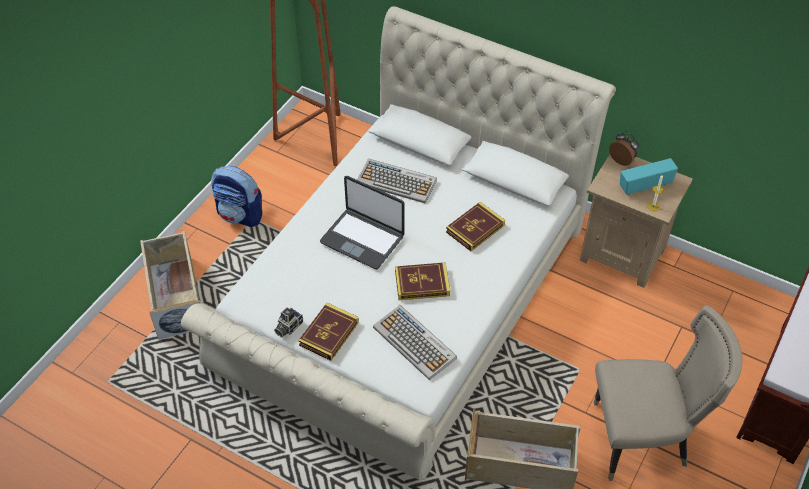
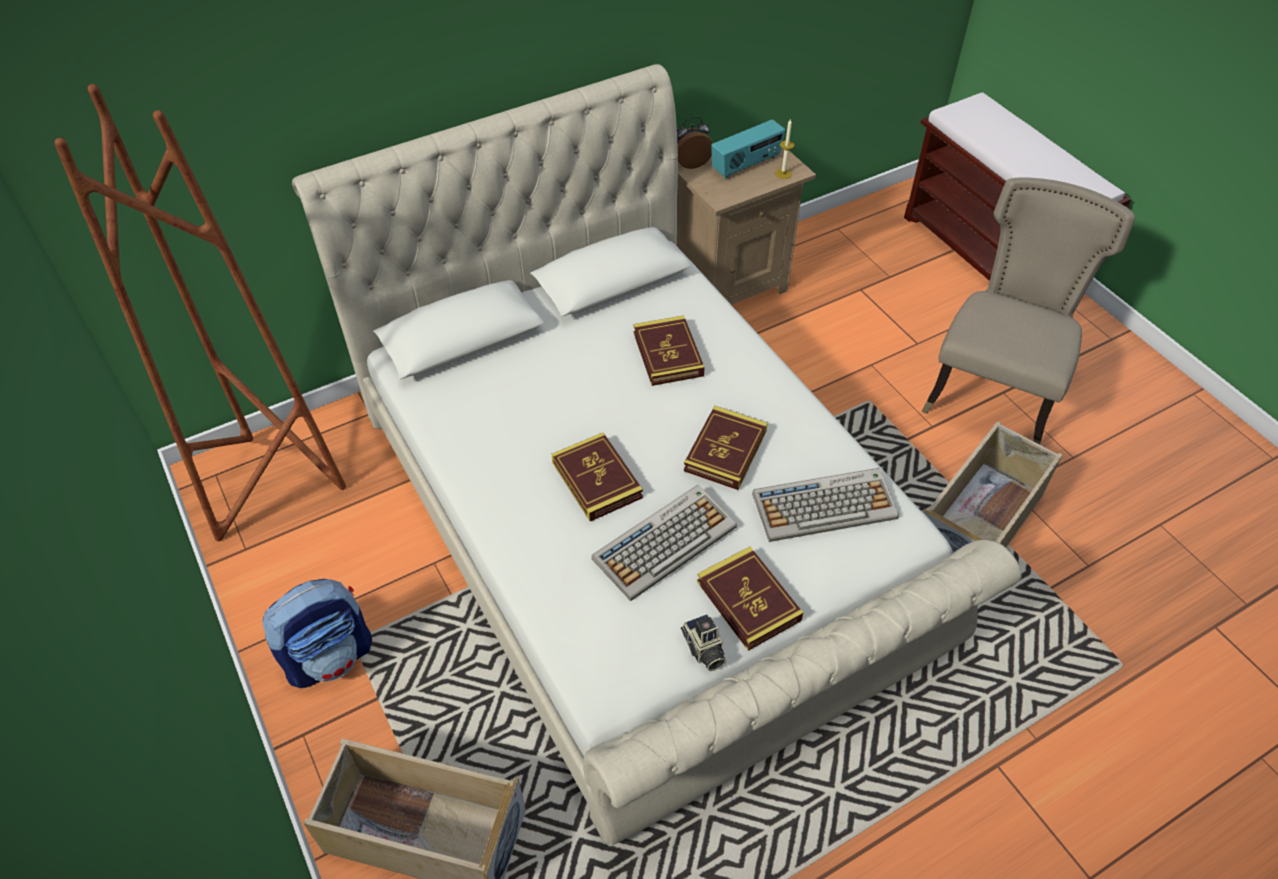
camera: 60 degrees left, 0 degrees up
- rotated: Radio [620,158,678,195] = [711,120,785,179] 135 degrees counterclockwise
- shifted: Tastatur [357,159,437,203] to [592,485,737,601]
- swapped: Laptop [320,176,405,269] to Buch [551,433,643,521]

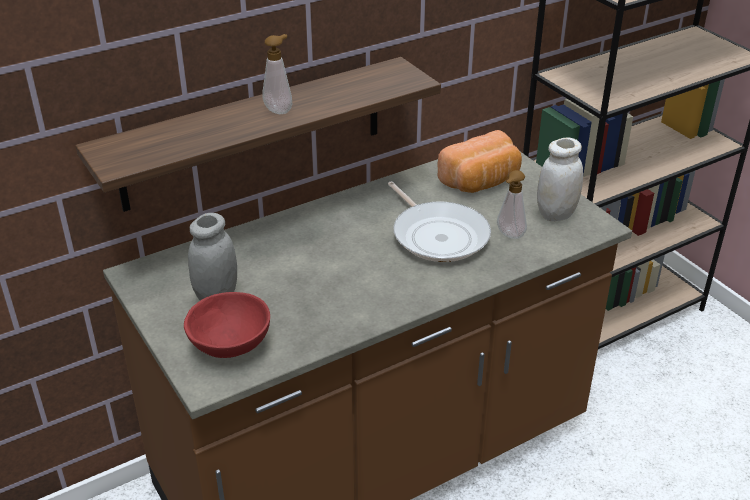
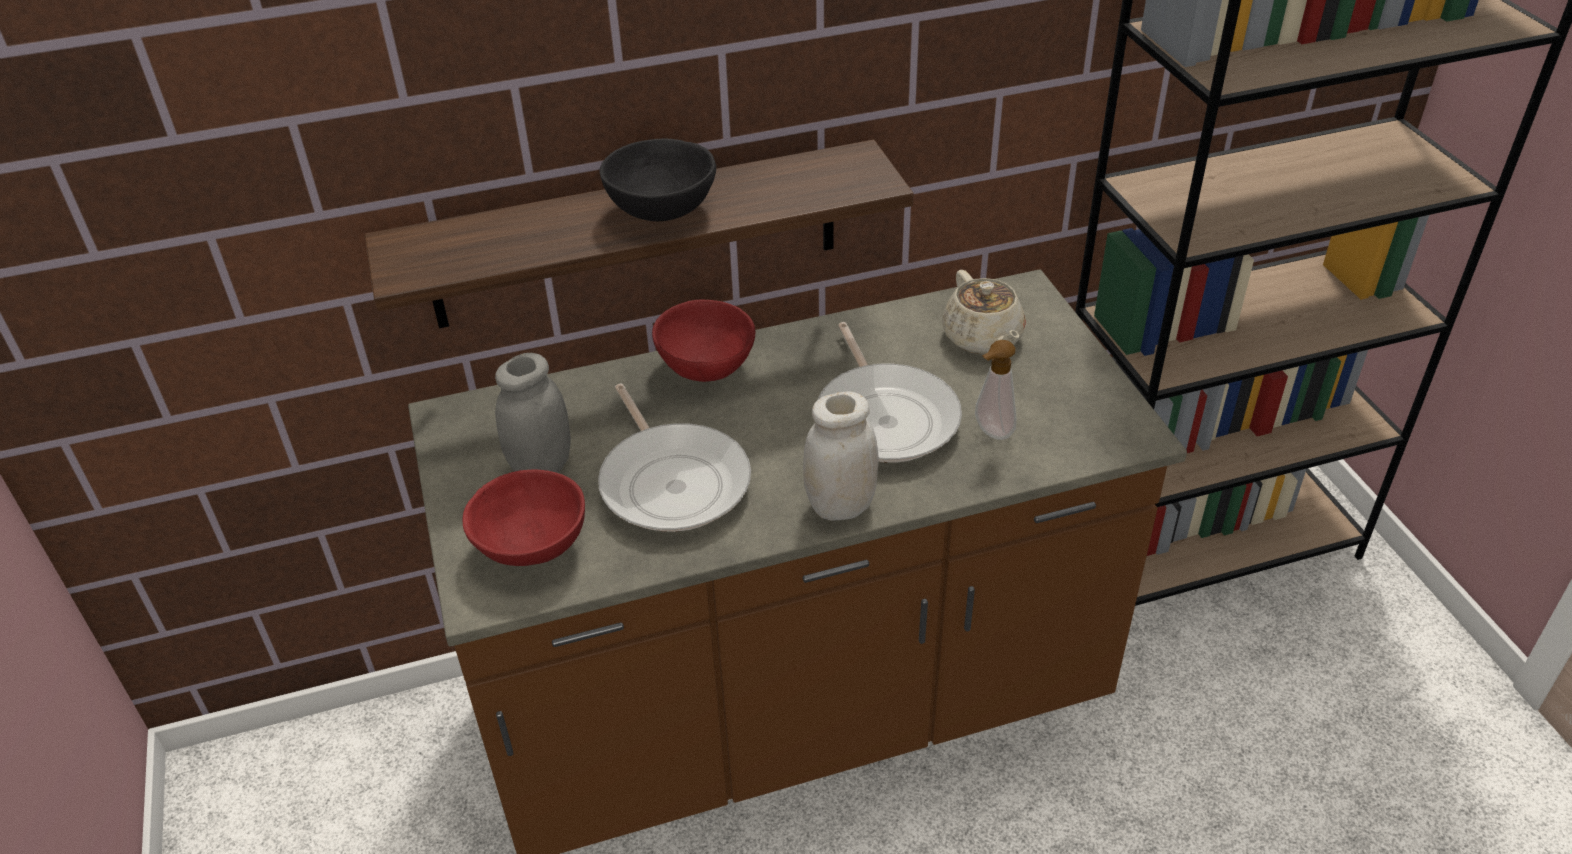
camera: 15 degrees right, 5 degrees up
- swapped: Seifenspender [262,34,292,114] to Schüssel [schwarz] [599,139,716,221]
- swapped: Brot [438,130,522,193] to Teekanne [beige] [942,270,1026,355]
- shifted: Vorratsglas [weiß] [537,137,583,221] to [803,392,878,521]
- new: Schüssel [rot] [652,300,755,382]
- new: Pfanne [598,384,751,532]

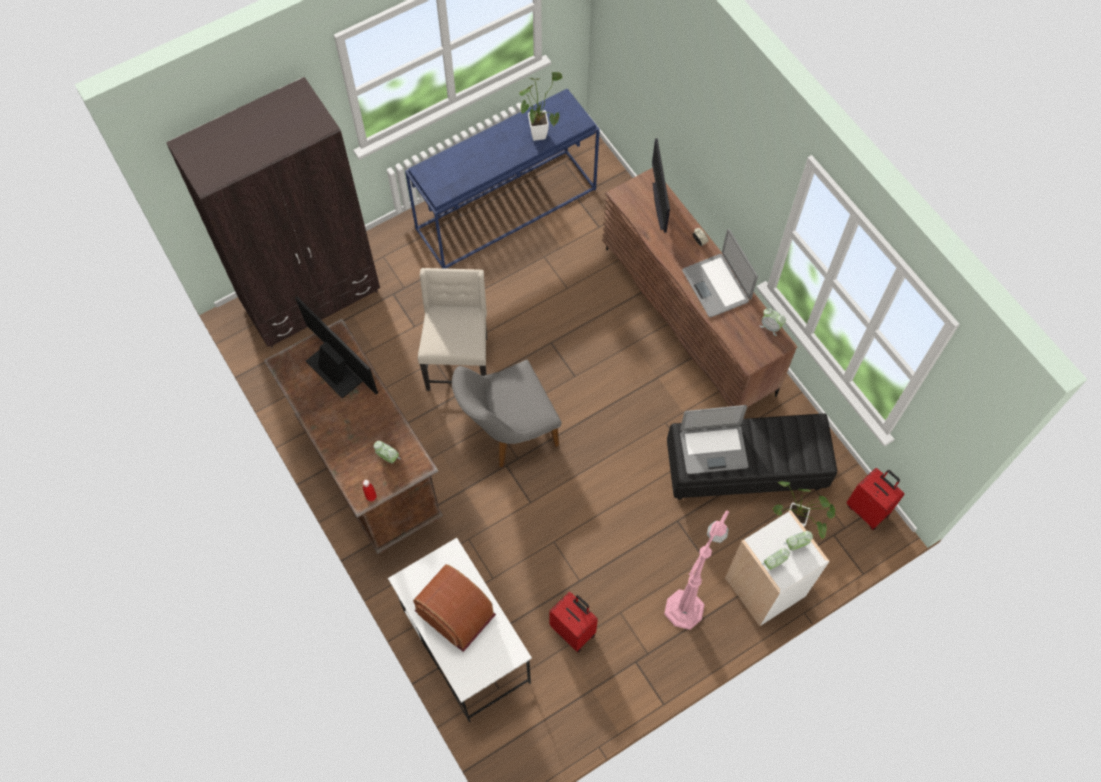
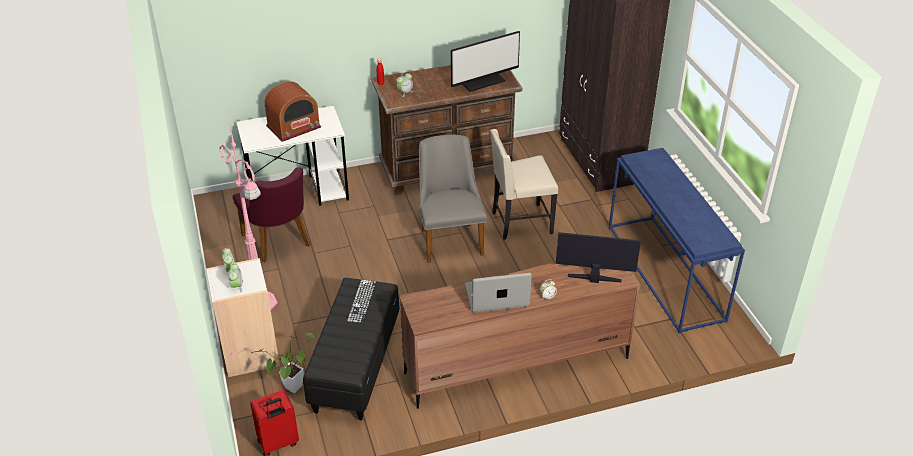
camera: 105 degrees right, 25 degrees down
- gone: Topfpflanze [519,72,562,141]
- rotated: Stuhl [beige] [418,268,487,391] = [490,129,558,240] 150 degrees clockwise
- gone: Wecker [760,308,786,336]
- swapped: Laptop [680,405,748,474] to Tastatur [347,280,377,323]
- swapped: Koffer [rot] [550,592,598,652] to Stuhl [lila] [233,167,310,262]

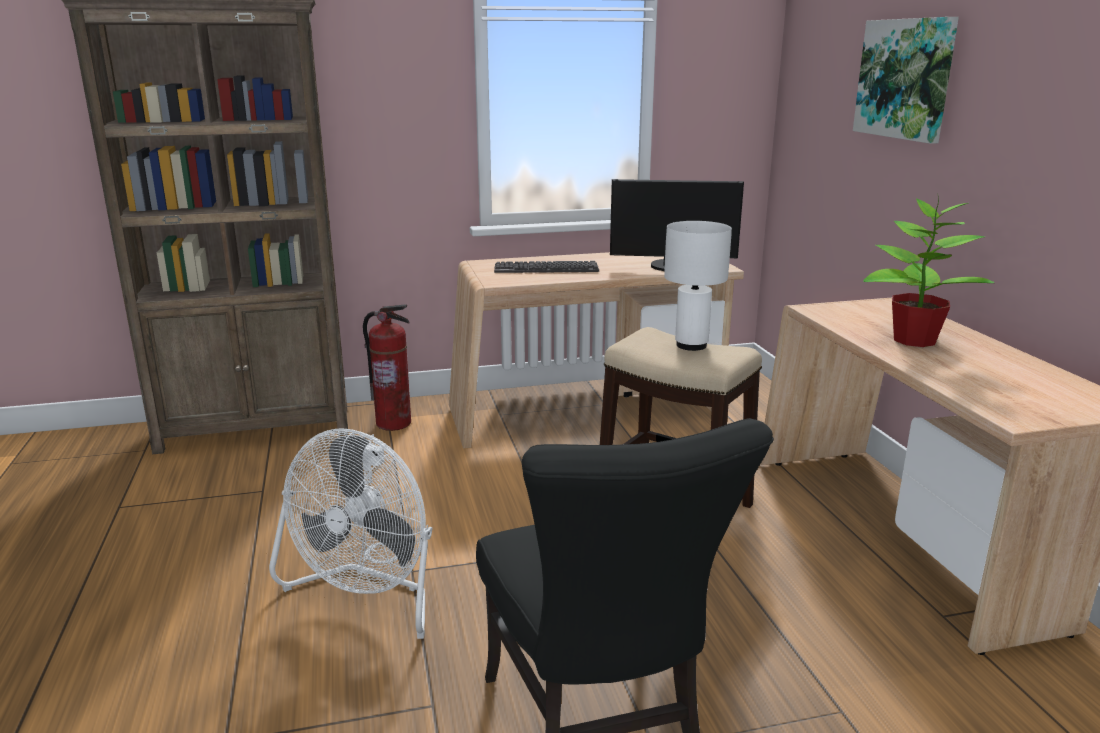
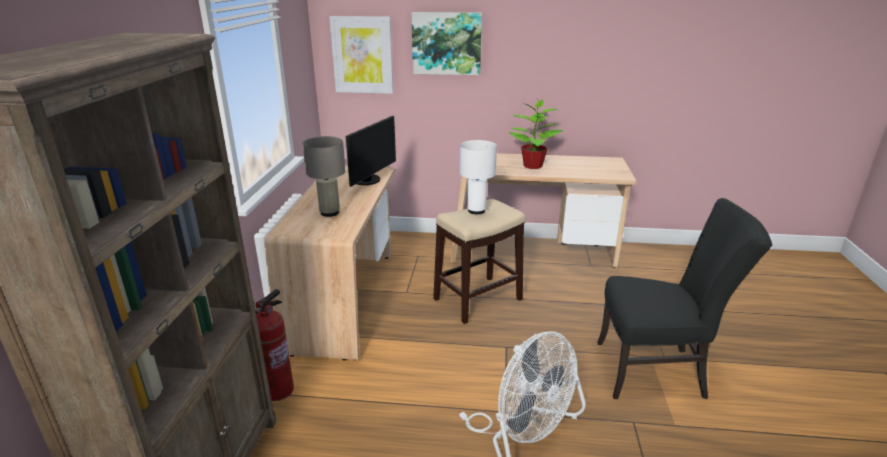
camera: 70 degrees left, 5 degrees up
- swapped: Tastatur [494,261,599,273] to Tischlampe [grau] [303,136,345,217]
- new: Bild [329,16,393,94]

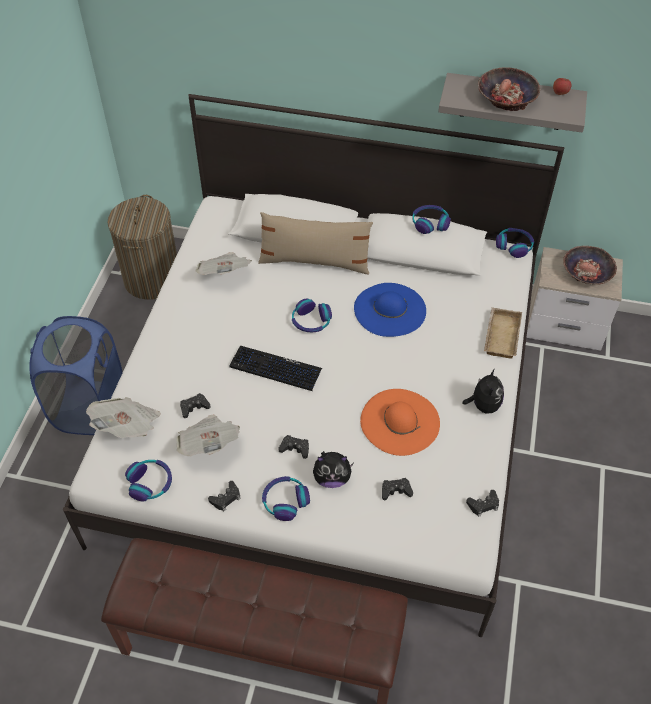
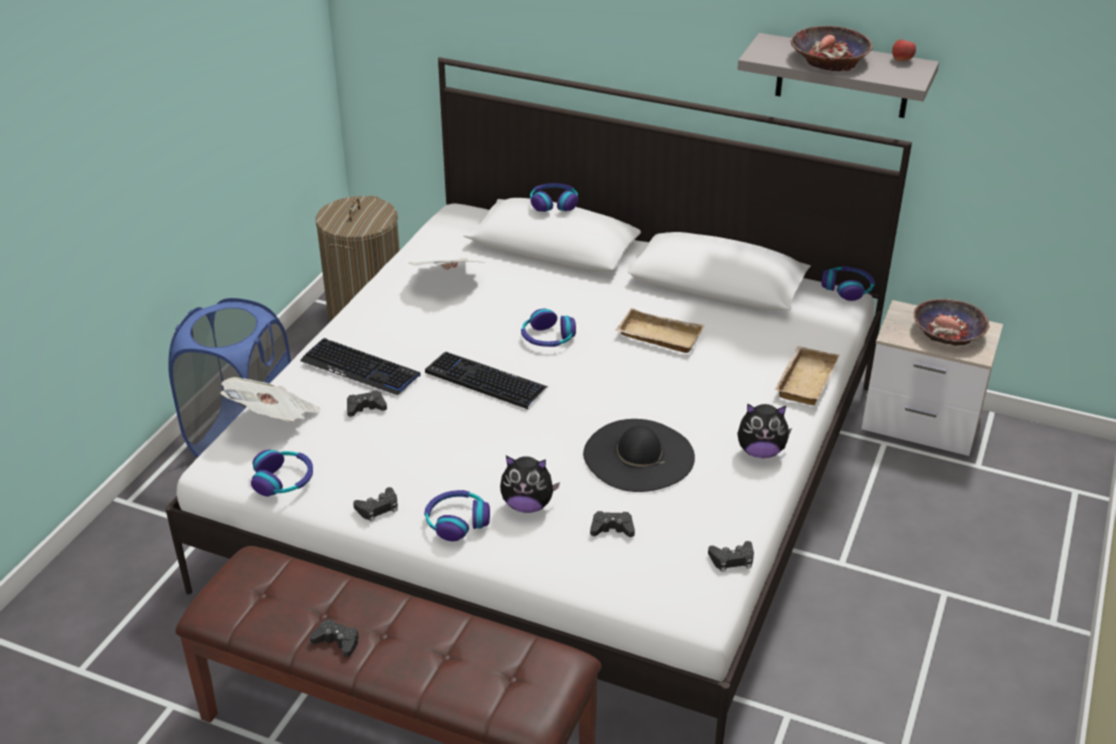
camera: 10 degrees right, 15 degrees down
- shifted: Kopfhörer [412,205,451,234] to [530,183,578,212]
- gone: Kissen [beige] [258,212,373,274]
- swapped: Hut [blau] [354,283,426,337] to Tablett [beige] [615,308,705,353]
- rotated: Plüschtier [463,370,504,414] = [737,404,792,458] 75 degrees clockwise
- repainted: Hut [orange] [360,389,440,456] to Hut [schwarz] [583,419,695,492]
- gone: Zeitung [176,415,240,456]
- shifted: Gamepad [schwarz] [279,435,309,459] to [309,618,359,657]
- new: Tastatur [300,338,420,395]

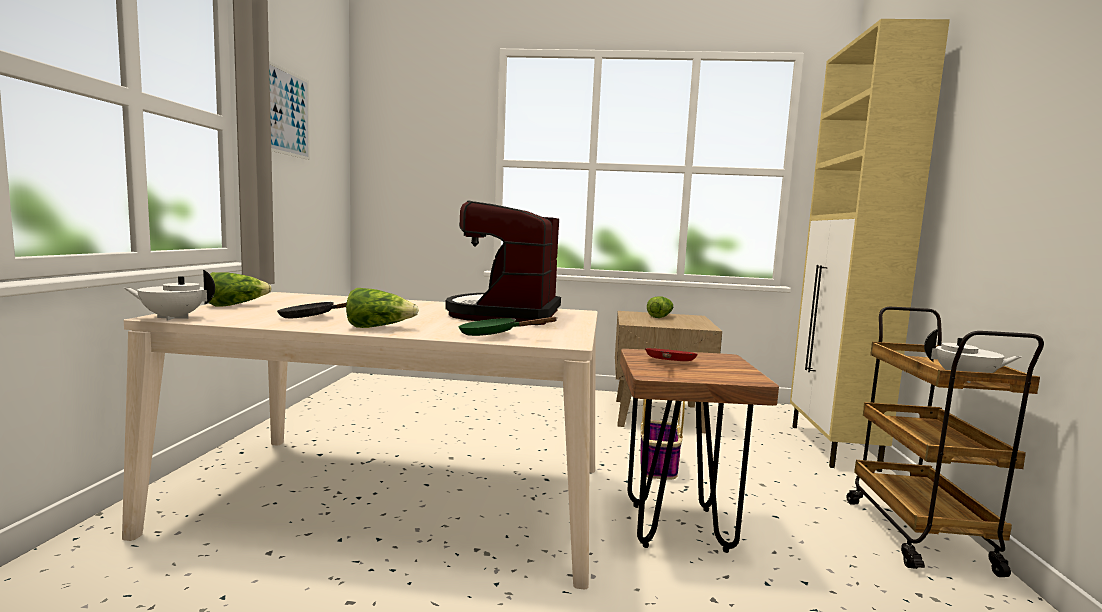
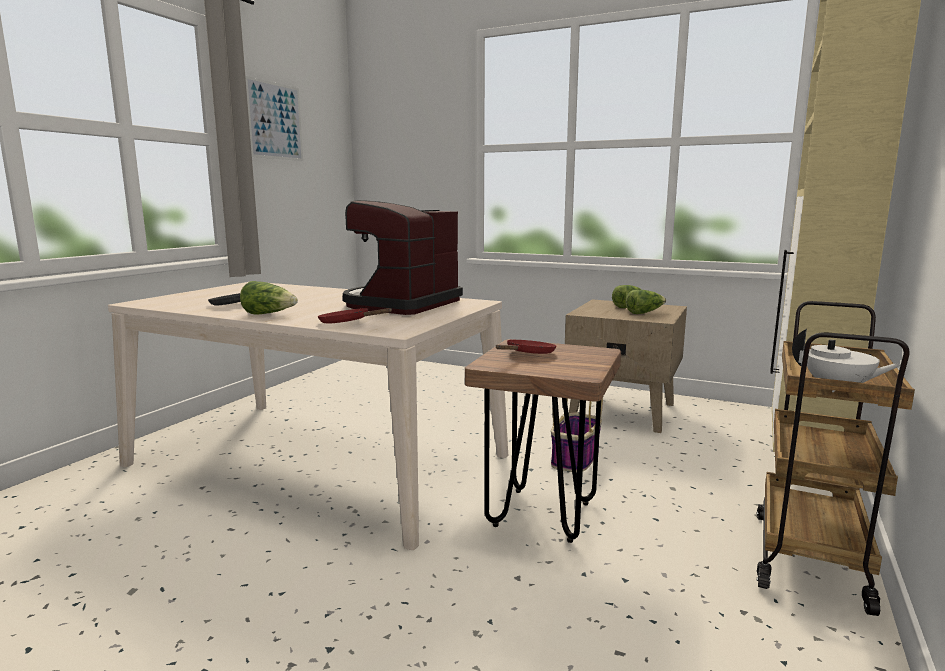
camera: 20 degrees right, 5 degrees up
- gone: Teekanne [weiß] [124,270,215,320]
- shifted: Salatkopf [209,272,272,307] to [626,290,666,314]
- repainted: Pfanne [grün] [459,317,557,336] to Pfanne [rot] [318,308,392,323]

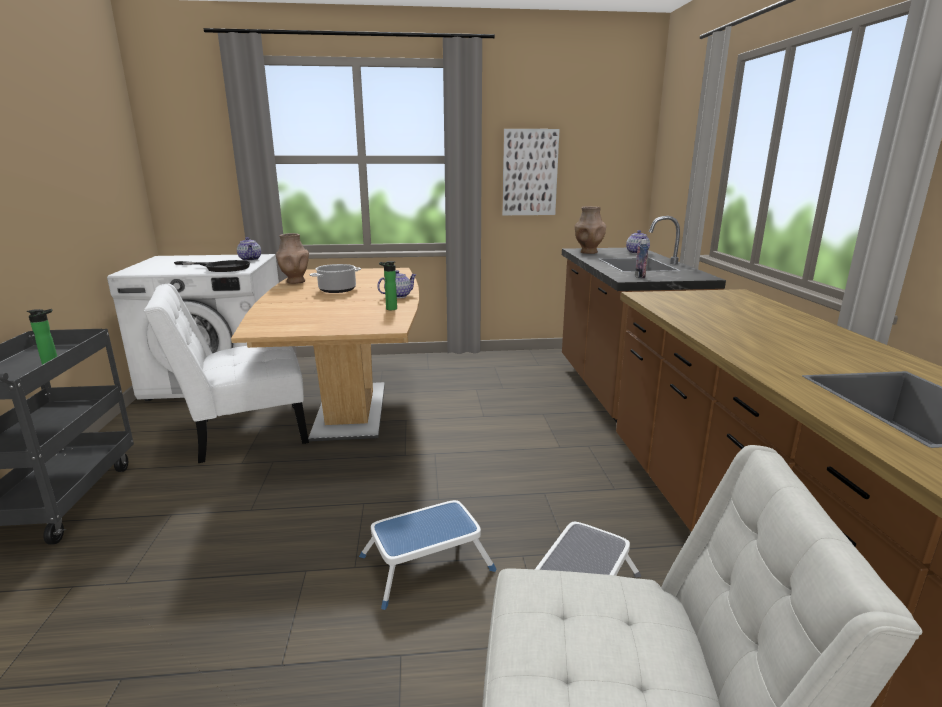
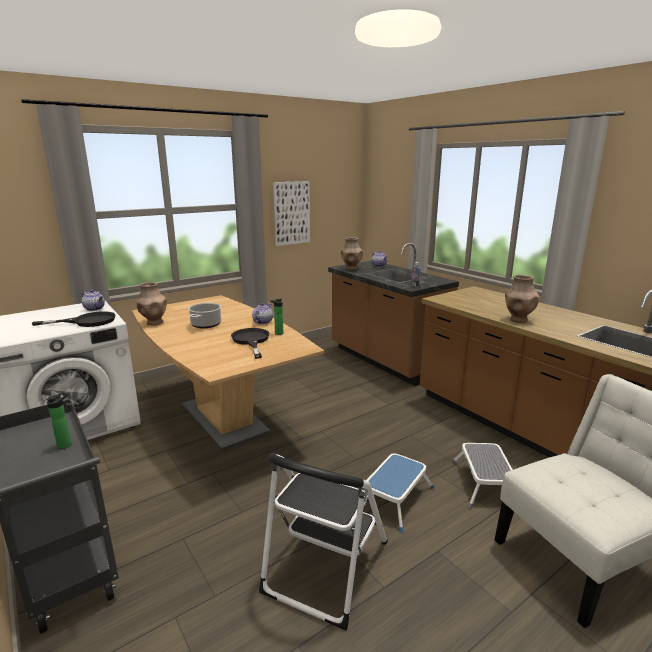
camera: 30 degrees left, 0 degrees up
- gone: Stuhl [weiß] [144,284,309,463]
- new: Vase [braun] [505,275,539,323]
- new: Pfanne [schwarz] [231,328,269,359]
- new: Trittleiter [259,453,388,630]

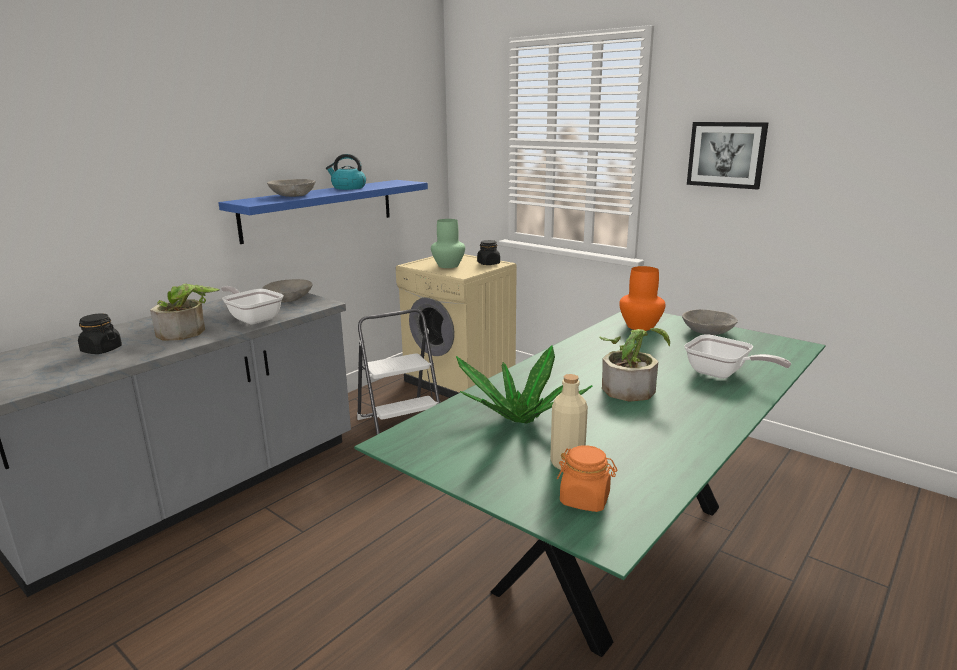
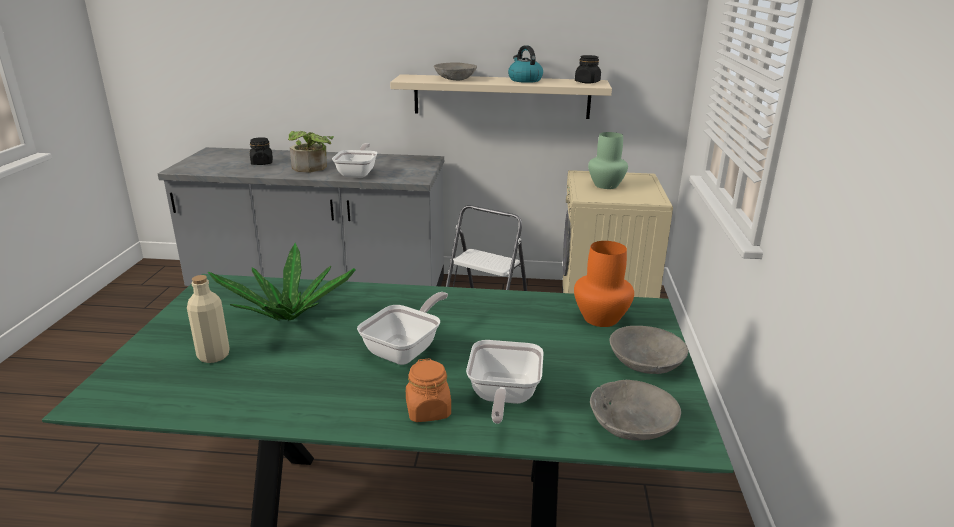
camera: 55 degrees right, 5 degrees up
- gone: Bild [687,122,769,190]
- repainted: Wandregal [blau] [218,180,428,244] to Wandregal [beige] [390,74,612,119]
- shifted: Vorratsglas [schwarz] [477,240,500,265] to [575,55,601,84]
- shifted: Schüssel [grau] [262,279,313,302] to [590,380,681,441]
- swapped: Topfpflanze [599,328,670,401] to Pfanne [357,292,448,365]
- shifted: Vorratsglas [orange] [557,445,617,512] to [406,358,451,422]

